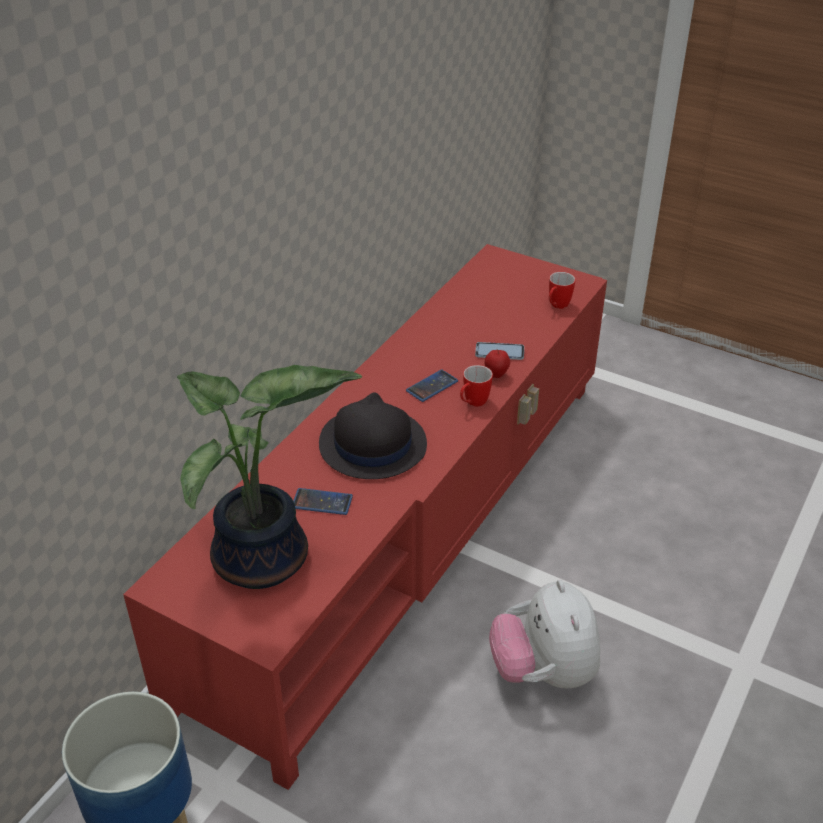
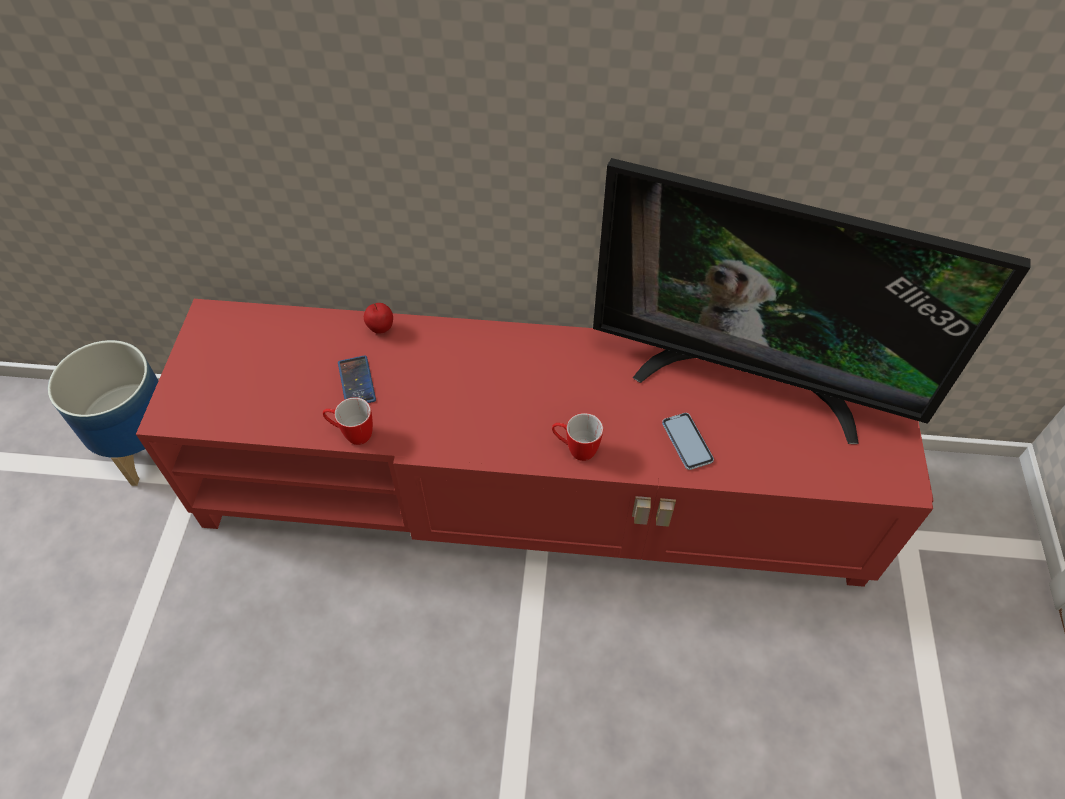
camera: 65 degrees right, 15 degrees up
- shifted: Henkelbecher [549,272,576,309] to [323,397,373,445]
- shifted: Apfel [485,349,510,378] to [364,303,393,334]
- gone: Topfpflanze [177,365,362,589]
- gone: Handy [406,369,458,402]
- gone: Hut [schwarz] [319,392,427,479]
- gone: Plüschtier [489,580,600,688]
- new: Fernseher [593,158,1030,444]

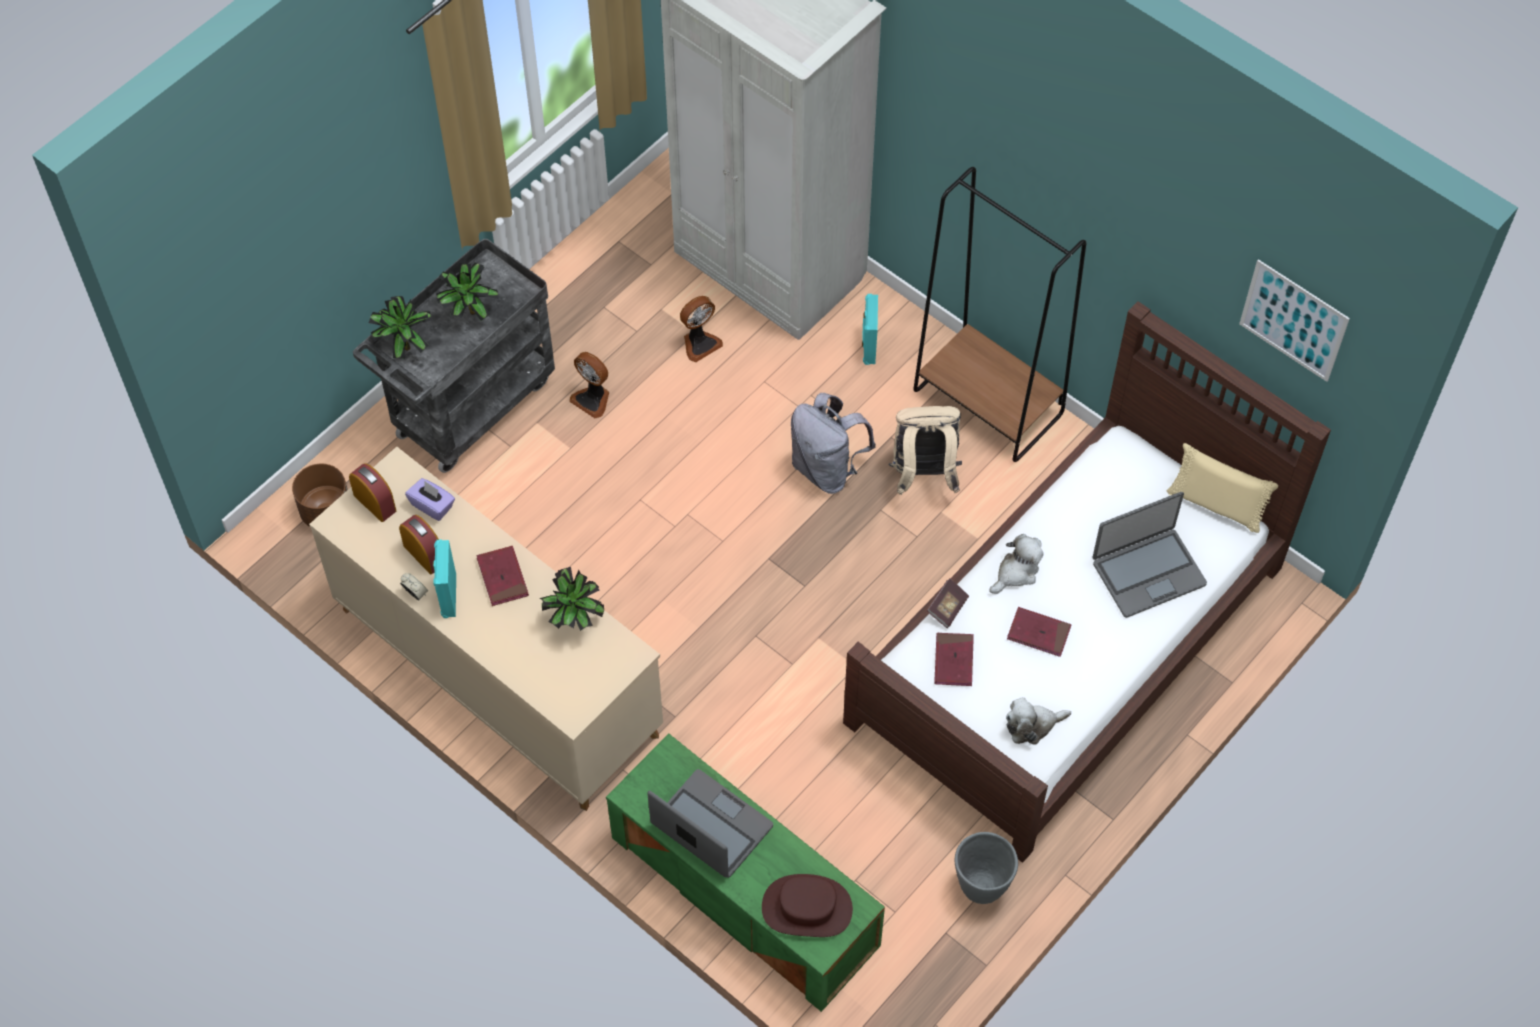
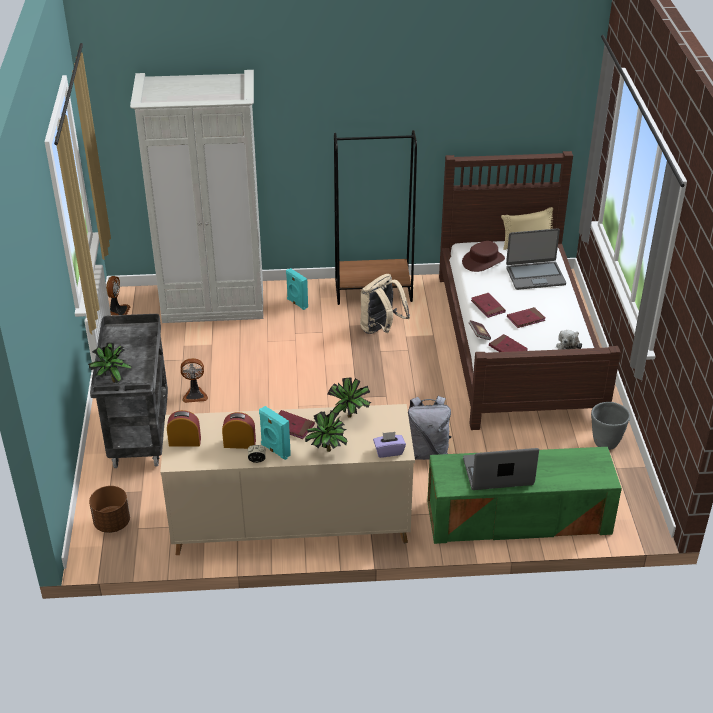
camera: 45 degrees left, 20 degrees down
- gone: Bild [1239,259,1350,382]
- shifted: Topfpflanze [436,263,499,321] to [305,411,347,452]
- shifted: Ventilator [680,296,723,362] to [106,276,131,315]
- shifted: Rucksack [grau] [791,393,876,494] to [408,396,452,460]
- shifted: Taschentuchbox [lila] [405,478,455,521] to [373,432,406,458]
- rotated: Laptop [1093,492,1207,618] = [506,228,566,290] 60 degrees clockwise
- swapped: Plüschtier [989,534,1044,594] to Buch [rot] [471,293,506,318]
- shifted: Hut [braun] [762,874,853,937] to [462,241,505,272]

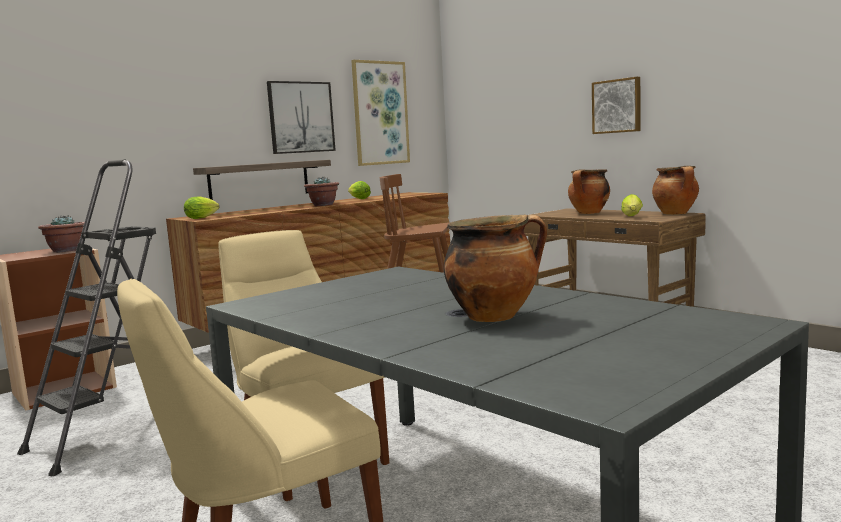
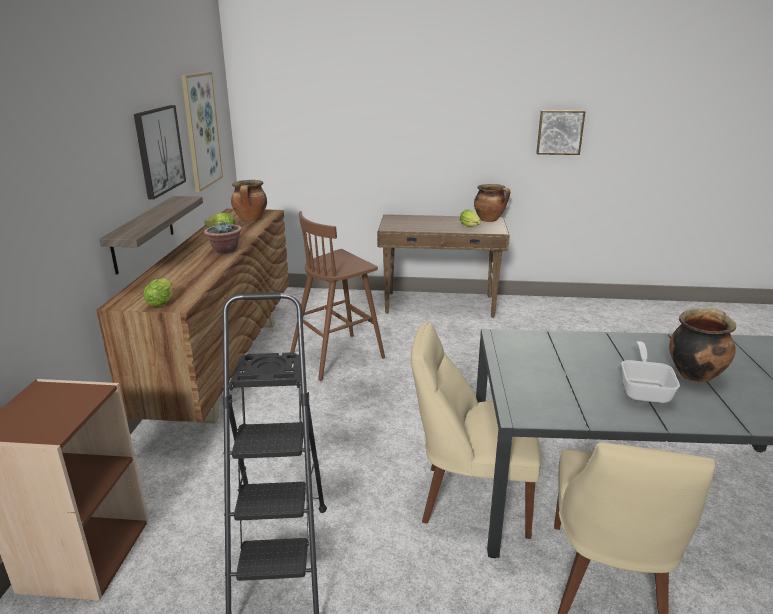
camera: 45 degrees left, 15 degrees up
- shifted: Bild [592,77,641,134] to [536,110,586,155]
- shifted: Kochtopf [568,169,610,214] to [231,180,267,222]
- gone: Topfpflanze [38,215,84,253]
- new: Pfanne [621,341,680,403]

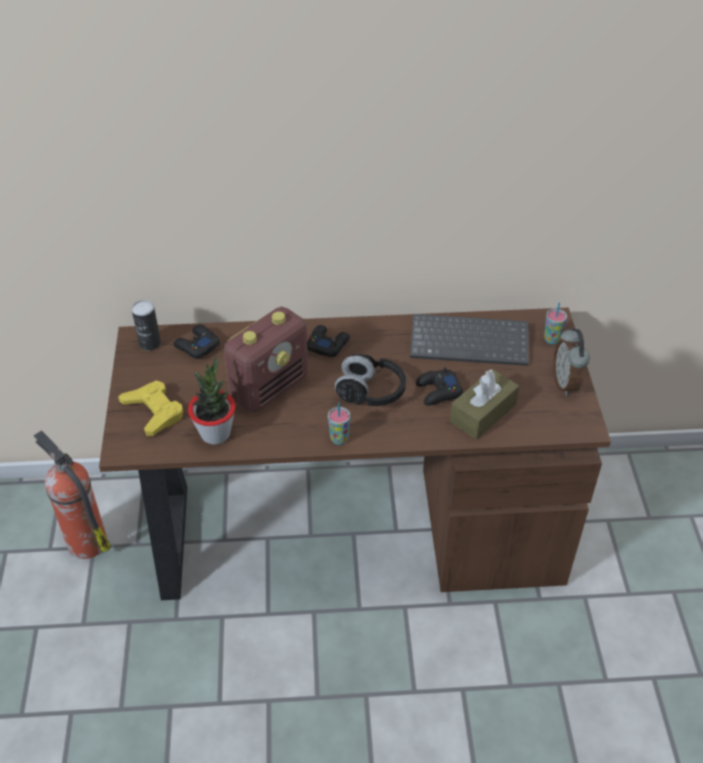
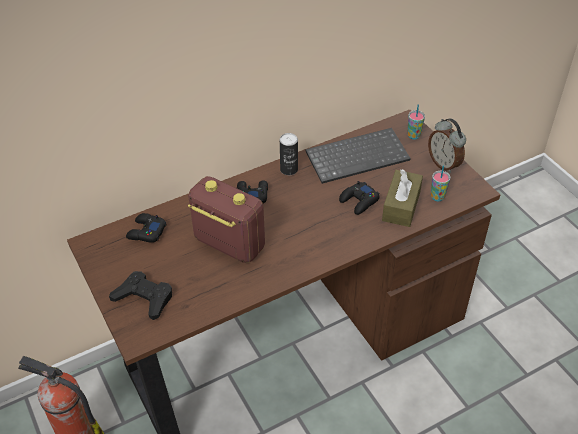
camera: 25 degrees left, 0 degrees up
- shifted: Dose [132,300,161,351] to [280,133,298,175]
- rotated: Radio [224,306,308,413] = [188,176,265,263] 75 degrees counterclockwise
- gone: Kopfhörer [schwarz] [335,354,406,406]
- gone: Topfpflanze [188,356,236,445]
- repainted: Gamepad [gelb] [118,380,183,436] to Gamepad [schwarz] [109,271,172,320]
- shifted: Tasse [328,402,350,445] to [431,165,450,201]

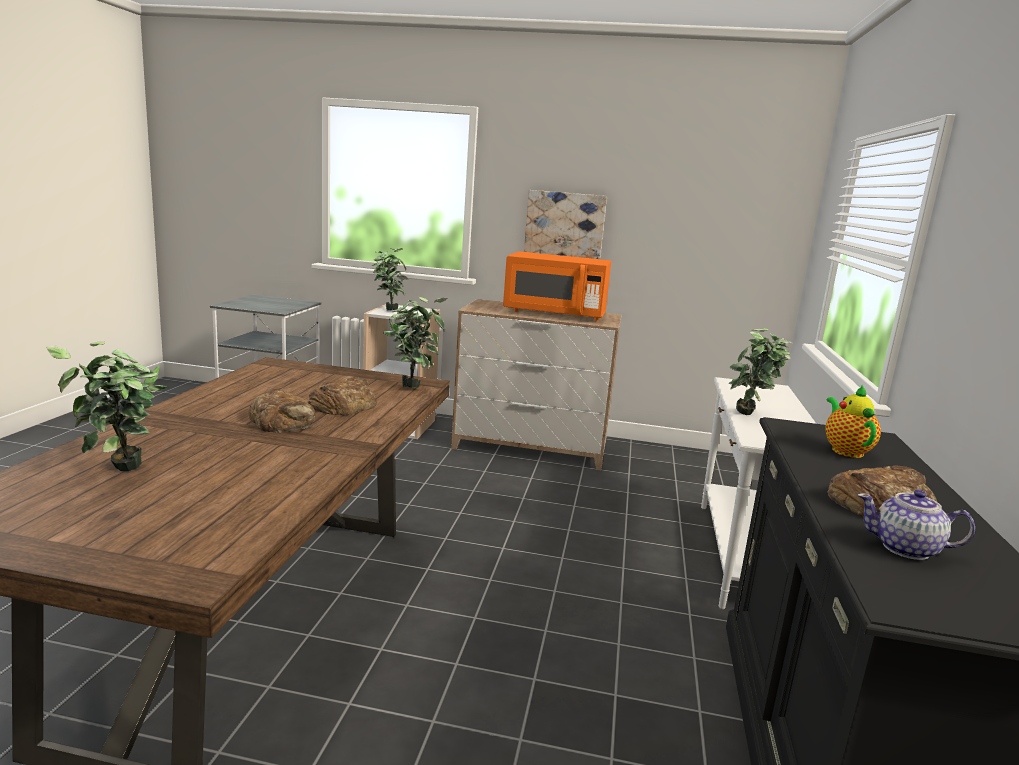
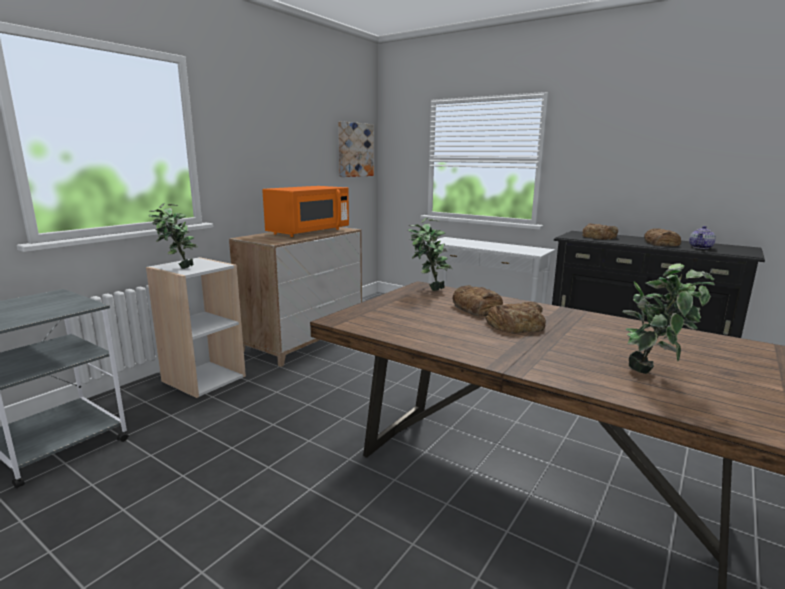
camera: 65 degrees left, 0 degrees up
- shifted: Bild [524,190,607,259] to [338,121,374,177]
- gone: Topfpflanze [729,328,793,415]
- swapped: Teekanne [825,385,881,458] to Brot [582,223,618,240]

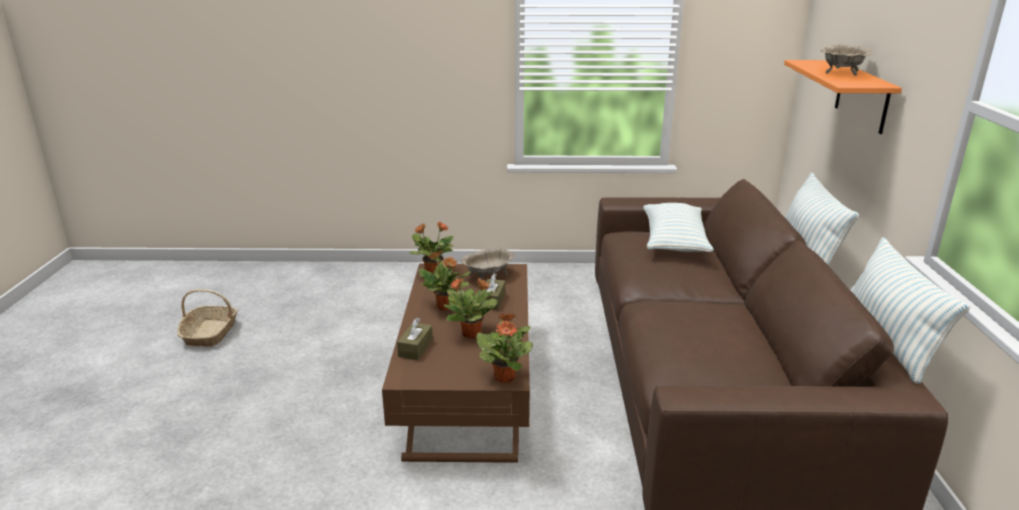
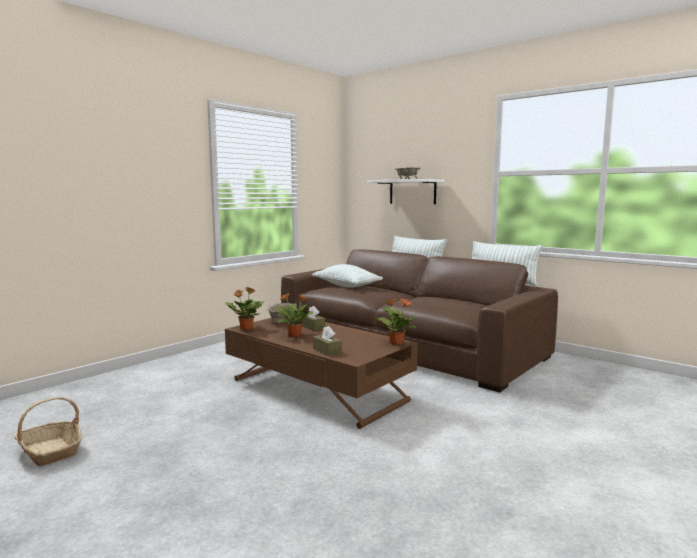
camera: 50 degrees left, 15 degrees down
- repainted: Wandregal [orange] [784,60,902,134] to Wandregal [weiß] [367,179,445,204]
- gone: Topfpflanze [444,277,498,339]

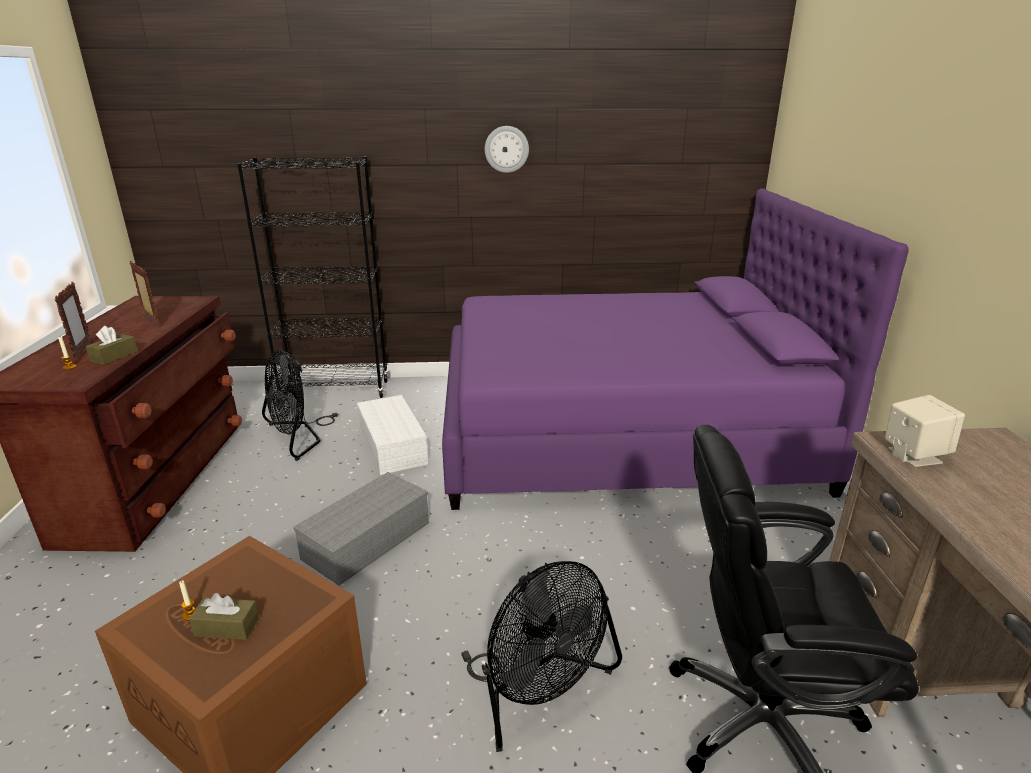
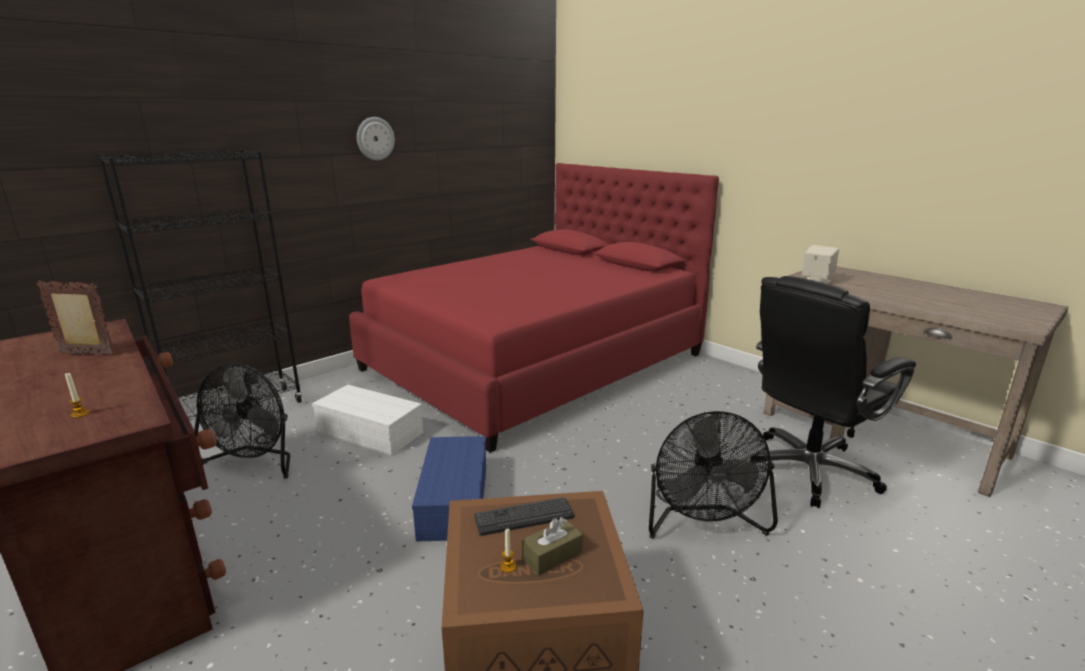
camera: 40 degrees left, 5 degrees down
- repainted: Bett [lila] [442,188,909,510] to Bett [rot] [349,163,719,453]
- gone: Bilderrahmen [55,282,91,359]
- gone: Taschentuchbox [braun] [86,326,138,365]
- repainted: Aufbewahrungsbox [grau] [293,472,429,586] to Aufbewahrungsbox [blau] [412,436,486,541]
- rotated: Ventilator [schwarz] [461,561,622,752] = [649,411,778,539] 75 degrees clockwise
- new: Tastatur [474,497,574,536]

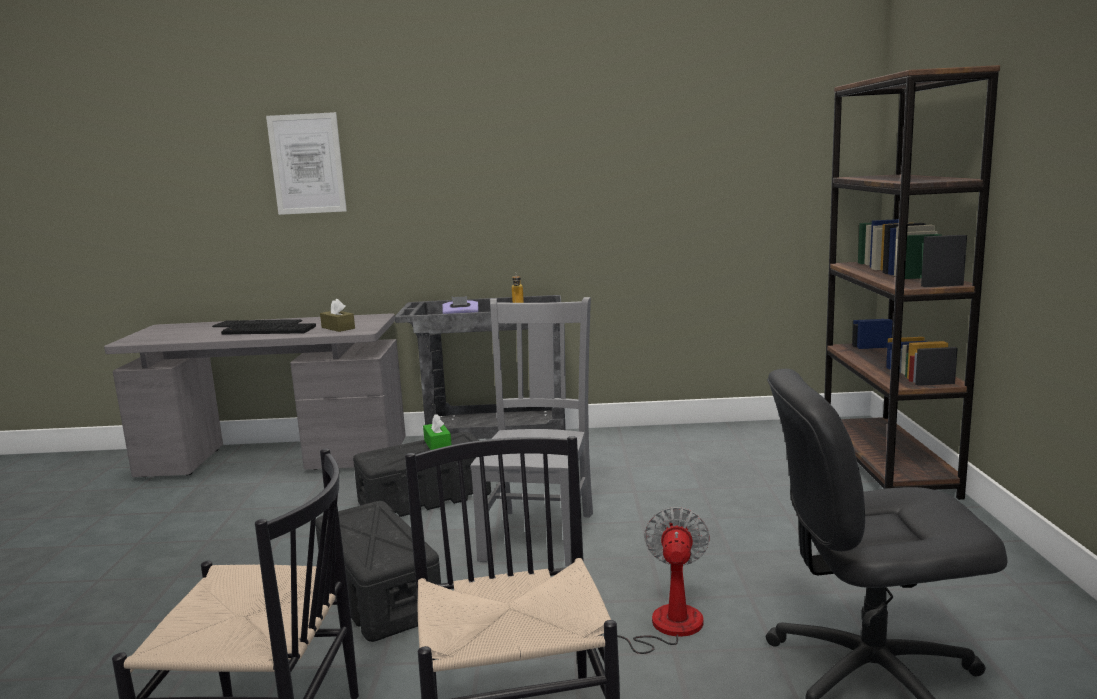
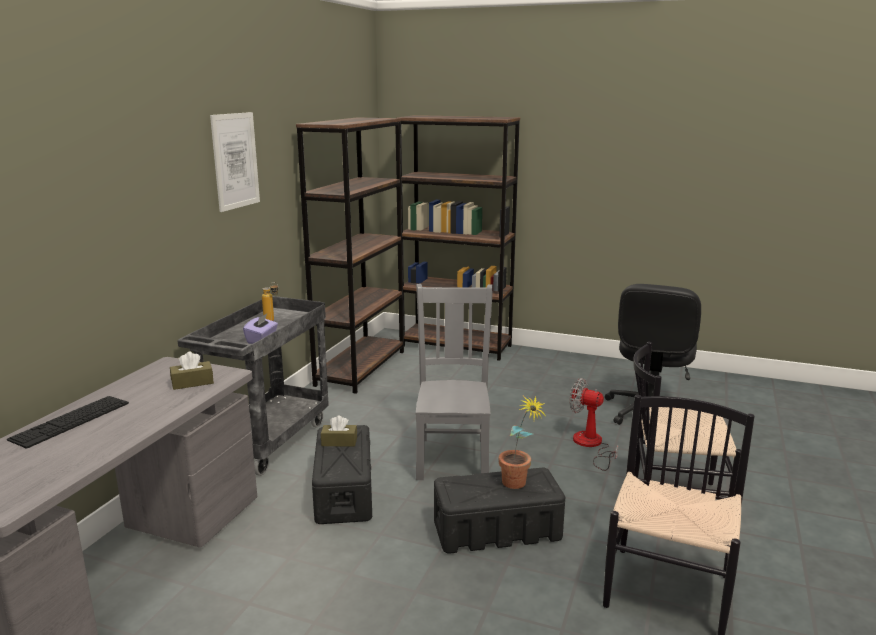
camera: 70 degrees left, 5 degrees up
- shifted: Bild [266,112,347,215] to [210,112,260,212]
- rotated: Stuhl [grau] [470,297,593,567] = [416,284,493,480] 60 degrees clockwise
- gone: Tastatur [221,323,316,334]
- repainted: Taschentuchbox [grün] [423,414,452,450] to Taschentuchbox [braun] [321,415,357,446]
- new: Bücherregal [braun] [296,117,404,394]
- new: Topfpflanze [498,396,547,489]

